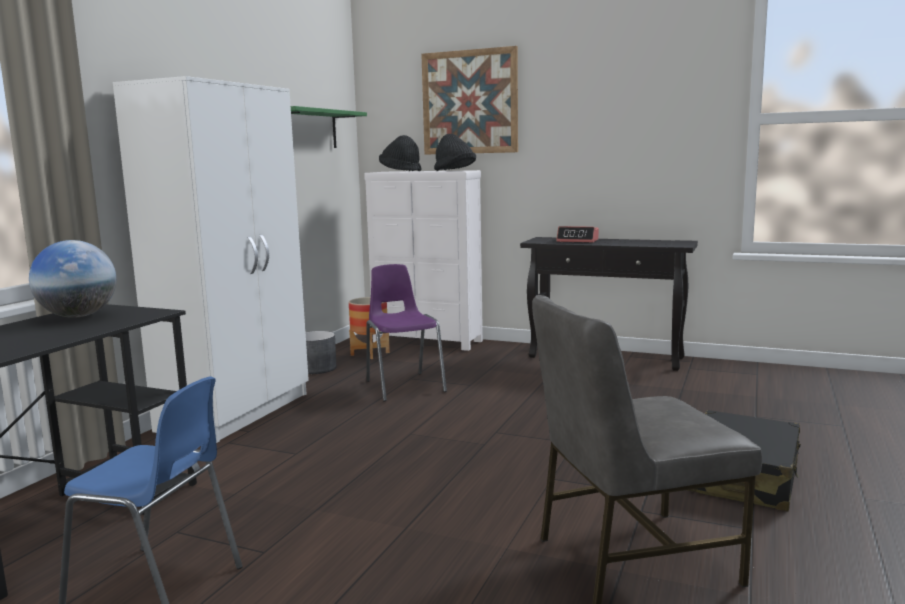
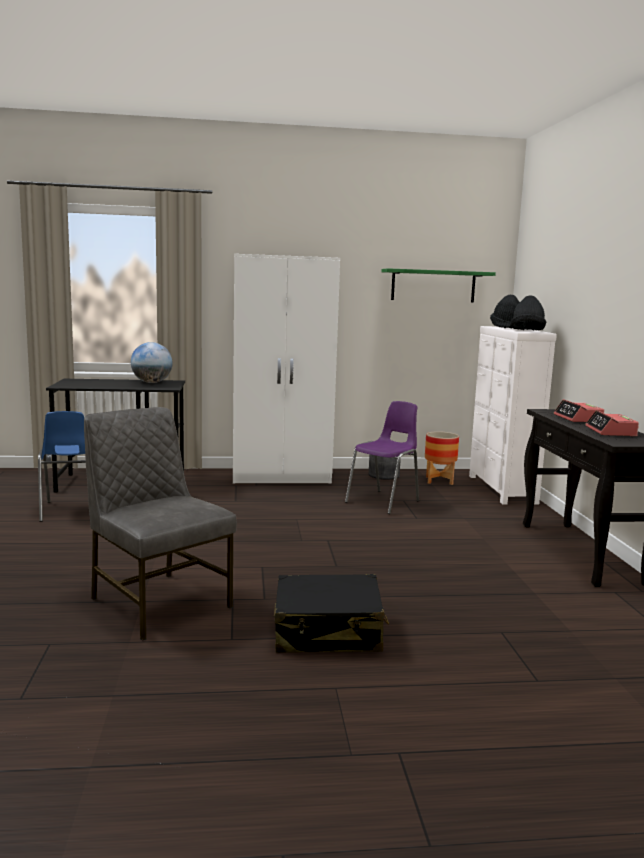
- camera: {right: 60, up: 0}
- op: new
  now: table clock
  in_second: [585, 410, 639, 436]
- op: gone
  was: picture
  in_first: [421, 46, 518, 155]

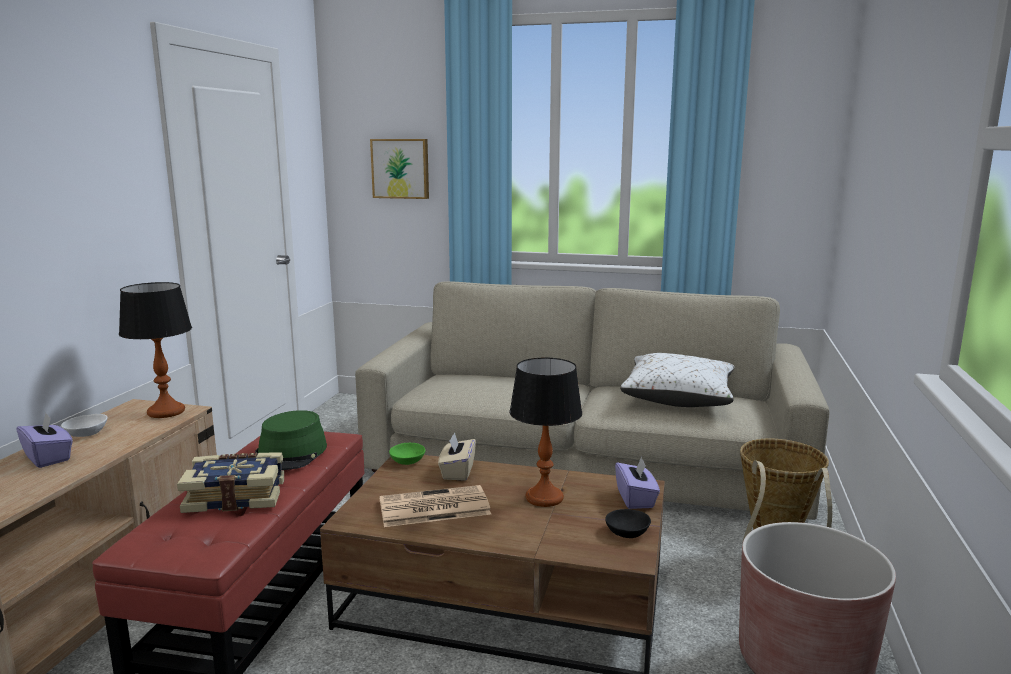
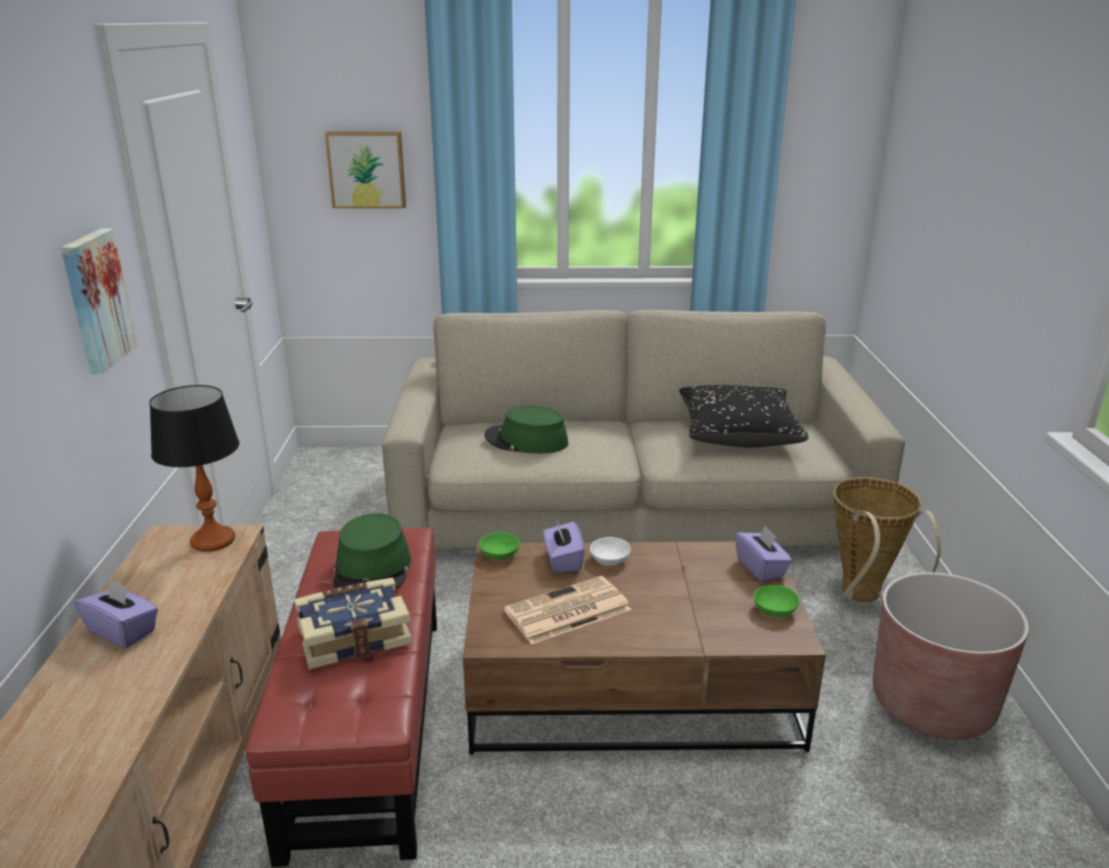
- camera: {right: -15, up: 10}
- op: new
  now: picture
  in_second: [61, 229, 137, 374]
- op: new
  now: green clothing hat
  in_second: [484, 406, 568, 454]
- op: repainted
  was: beige-coloured tissue box
  now: purple tissue box
  in_first: [438, 432, 476, 481]
  in_second: [543, 521, 585, 573]
- op: shifted
  was: white-coloured bowl
  in_first: [61, 414, 108, 437]
  in_second: [590, 537, 631, 566]
- op: repainted
  was: white-coloured cushion
  now: black cushion
  in_first: [620, 353, 735, 407]
  in_second: [679, 385, 809, 448]
- op: repainted
  was: black bowl
  now: green bowl
  in_first: [605, 509, 651, 538]
  in_second: [753, 585, 800, 617]
- op: gone
  was: tabletop lamp
  in_first: [509, 358, 582, 507]

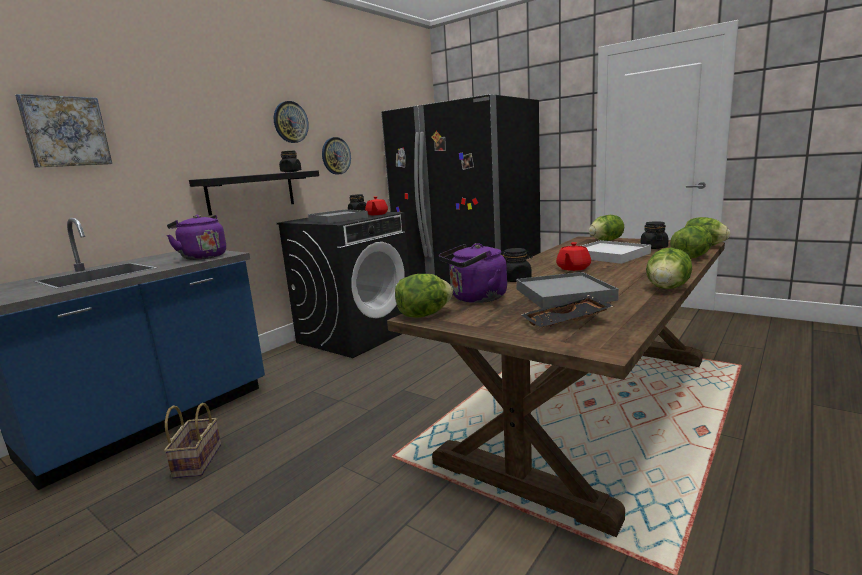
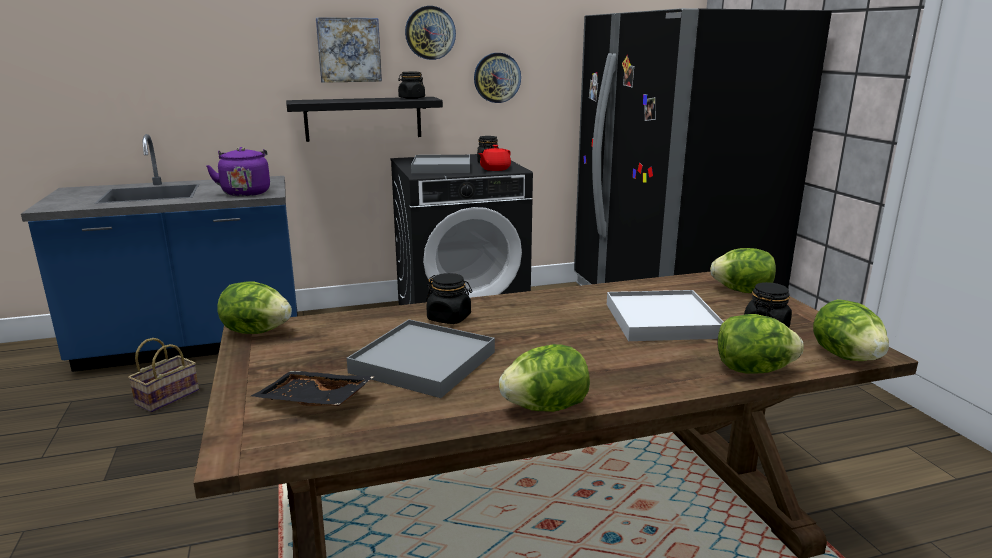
- camera: {right: 35, up: 5}
- op: shifted
  was: picture
  in_first: [15, 94, 112, 168]
  in_second: [316, 17, 382, 83]
- op: gone
  was: purple tea kettle
  in_first: [439, 243, 507, 303]
- op: gone
  was: red-coloured teapot
  in_first: [556, 242, 591, 271]

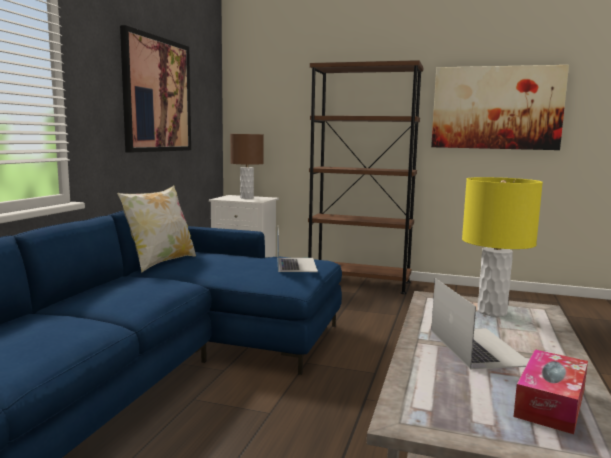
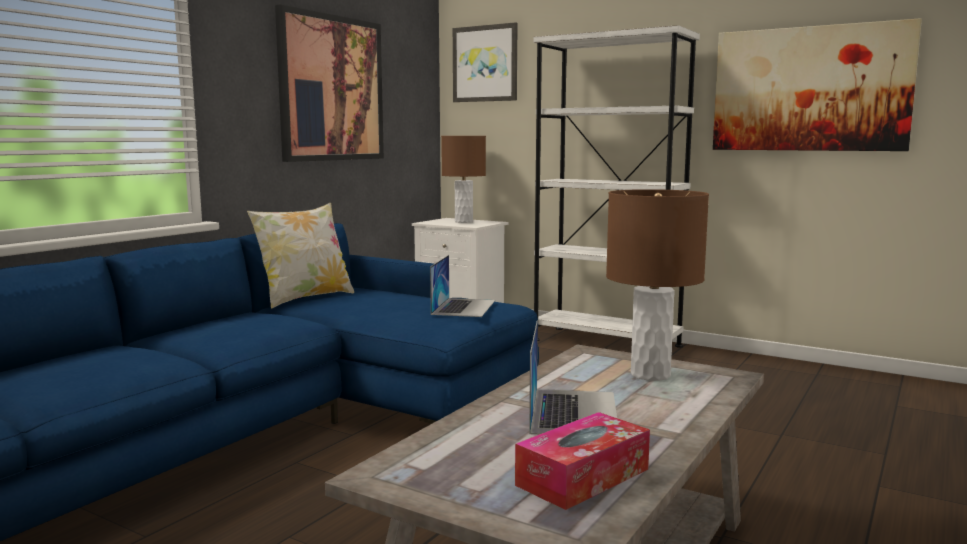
- camera: {right: 15, up: 0}
- op: new
  now: picture
  in_second: [453, 22, 518, 102]
- op: repainted
  was: brown-coloured bookshelf
  now: white-coloured bookshelf
  in_first: [308, 60, 423, 294]
  in_second: [533, 25, 700, 348]
- op: repainted
  was: yellowish tabletop lamp
  now: brown-coloured tabletop lamp
  in_first: [462, 177, 543, 317]
  in_second: [606, 189, 709, 381]

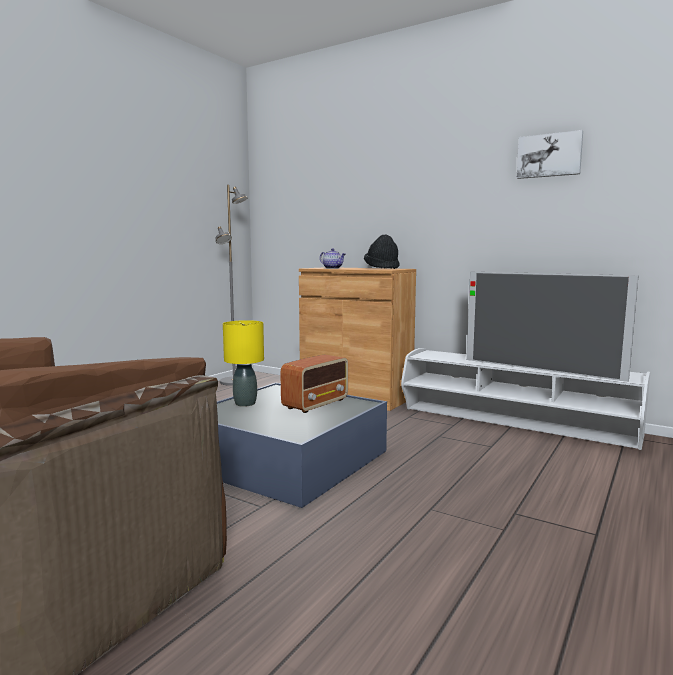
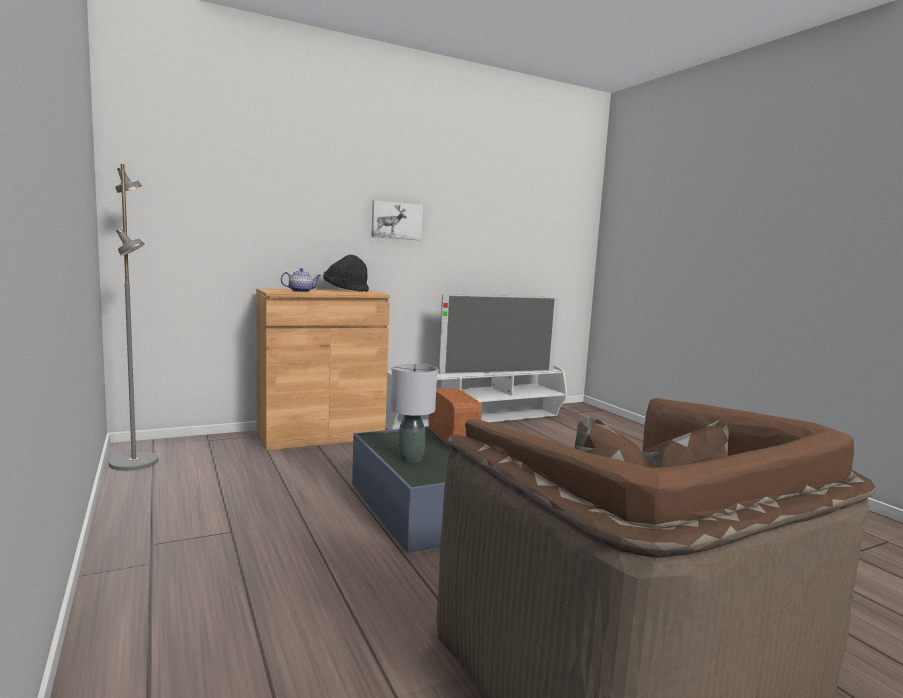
- camera: {right: -60, up: 0}
- op: shifted
  was: picture
  in_first: [517, 130, 583, 179]
  in_second: [371, 200, 423, 240]
- op: repainted
  was: yellowish tabletop lamp
  now: gray tabletop lamp
  in_first: [223, 320, 264, 407]
  in_second: [390, 363, 437, 462]

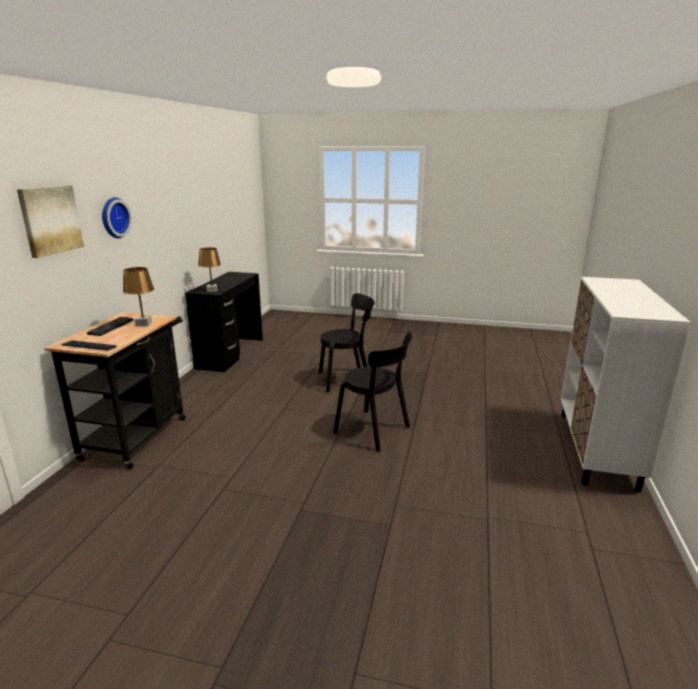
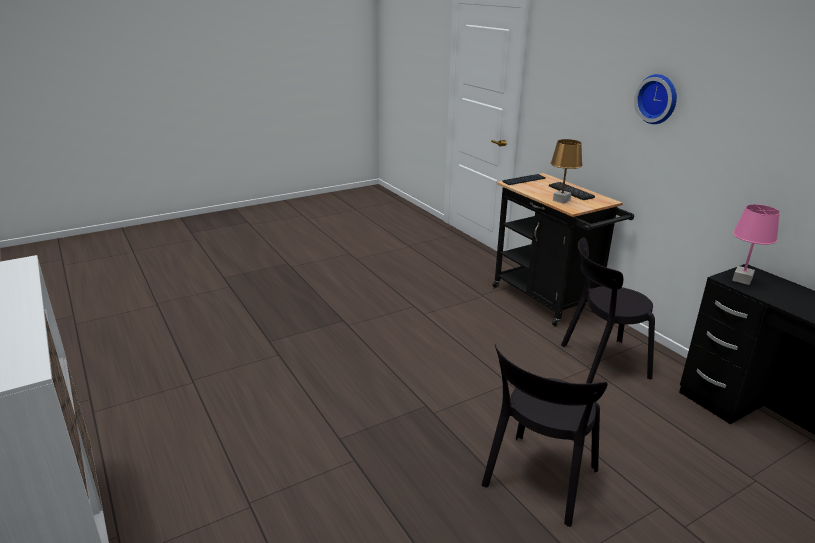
- camera: {right: 135, up: 5}
- op: shifted
  was: black chair
  in_first: [333, 332, 412, 452]
  in_second: [561, 237, 655, 384]
- op: repainted
  was: brown-coloured tabletop lamp
  now: pinkish tabletop lamp
  in_first: [198, 247, 221, 292]
  in_second: [732, 204, 780, 285]
- op: gone
  was: picture
  in_first: [17, 185, 84, 258]

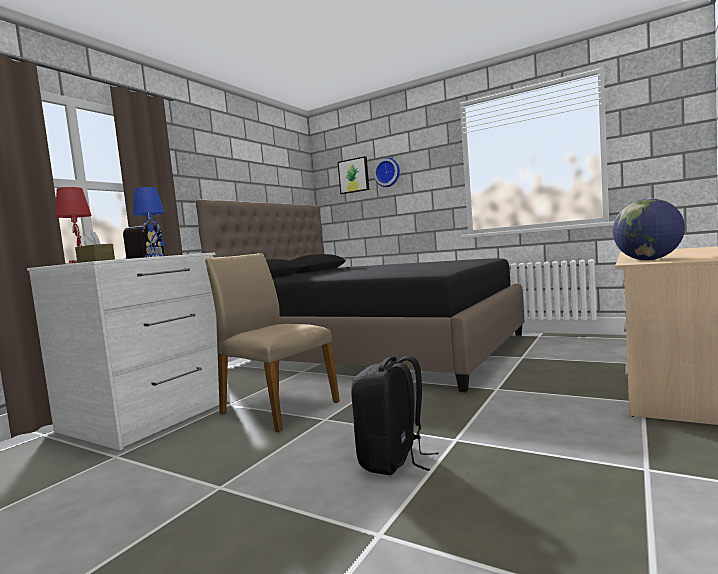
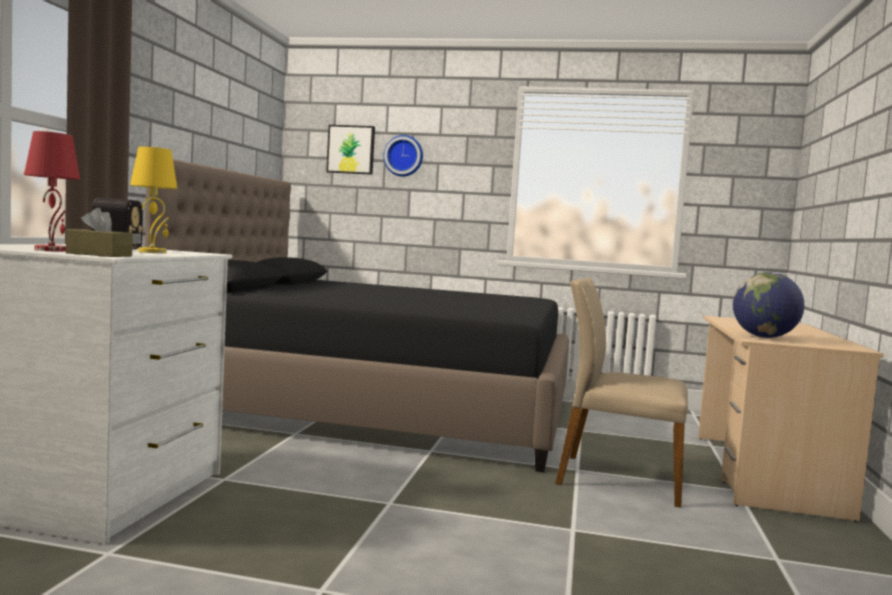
- camera: {right: -20, up: 0}
- op: repainted
  was: blue-coloured tabletop lamp
  now: yellowish tabletop lamp
  in_first: [133, 187, 164, 258]
  in_second: [130, 147, 177, 253]
- op: shifted
  was: beige-coloured chair
  in_first: [205, 253, 340, 432]
  in_second: [556, 278, 688, 508]
- op: gone
  was: black rucksack
  in_first: [351, 356, 439, 475]

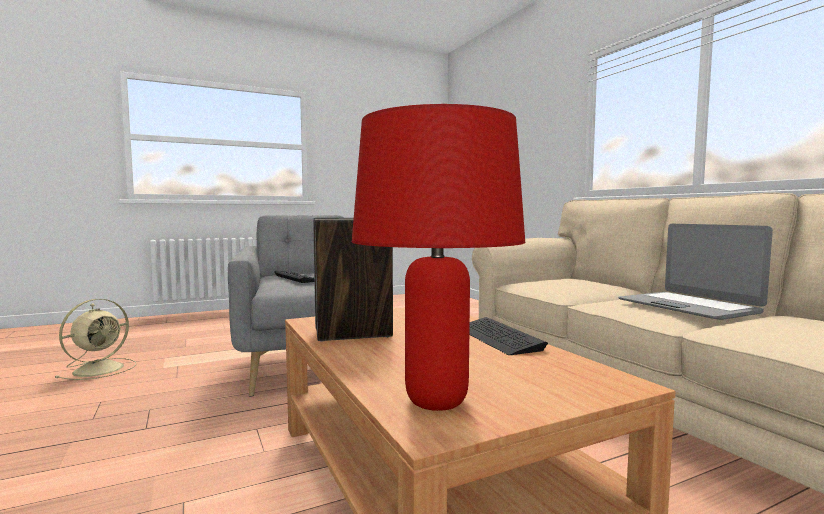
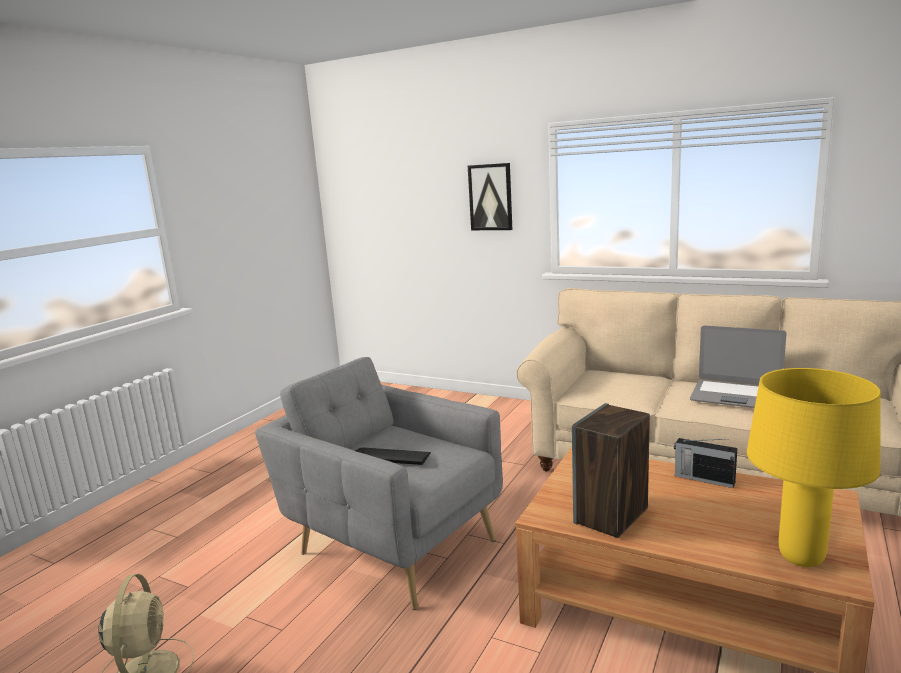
- camera: {right: -35, up: 10}
- op: new
  now: picture
  in_second: [468, 163, 513, 230]
- op: swapped
  was: computer keyboard
  now: radio receiver
  in_first: [469, 317, 548, 355]
  in_second: [674, 438, 737, 488]
- op: repainted
  was: red-coloured tabletop lamp
  now: yellowish tabletop lamp
  in_first: [352, 104, 525, 411]
  in_second: [747, 368, 881, 567]

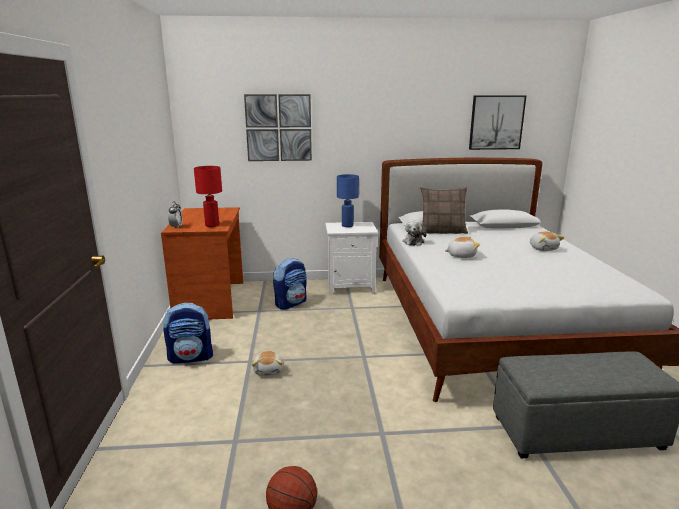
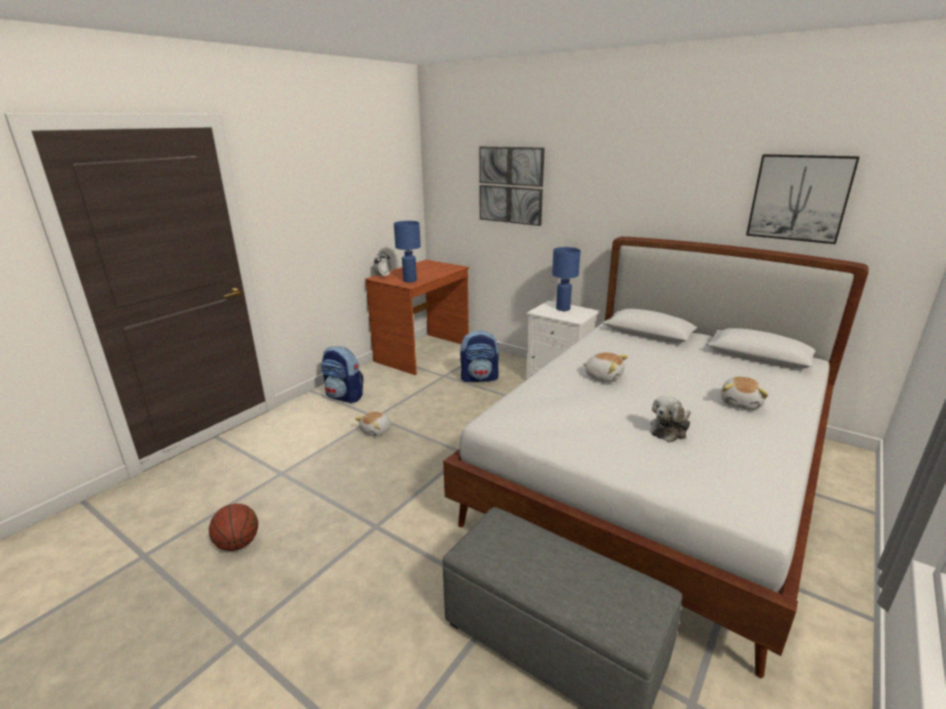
- camera: {right: 40, up: 5}
- op: repainted
  was: red-coloured tabletop lamp
  now: blue-coloured tabletop lamp
  in_first: [194, 166, 222, 227]
  in_second: [394, 221, 421, 282]
- op: shifted
  was: cuddly toy
  in_first: [402, 221, 427, 246]
  in_second: [650, 396, 691, 442]
- op: gone
  was: cushion
  in_first: [420, 187, 468, 234]

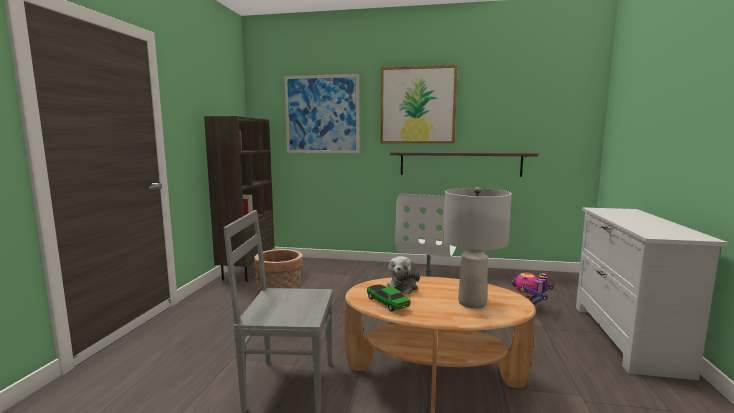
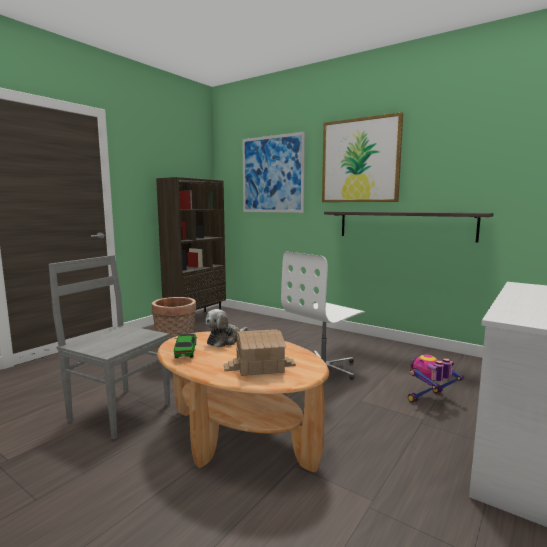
- camera: {right: 25, up: 0}
- op: swapped
  was: gray tabletop lamp
  now: toy house
  in_first: [443, 187, 512, 309]
  in_second: [224, 329, 296, 376]

